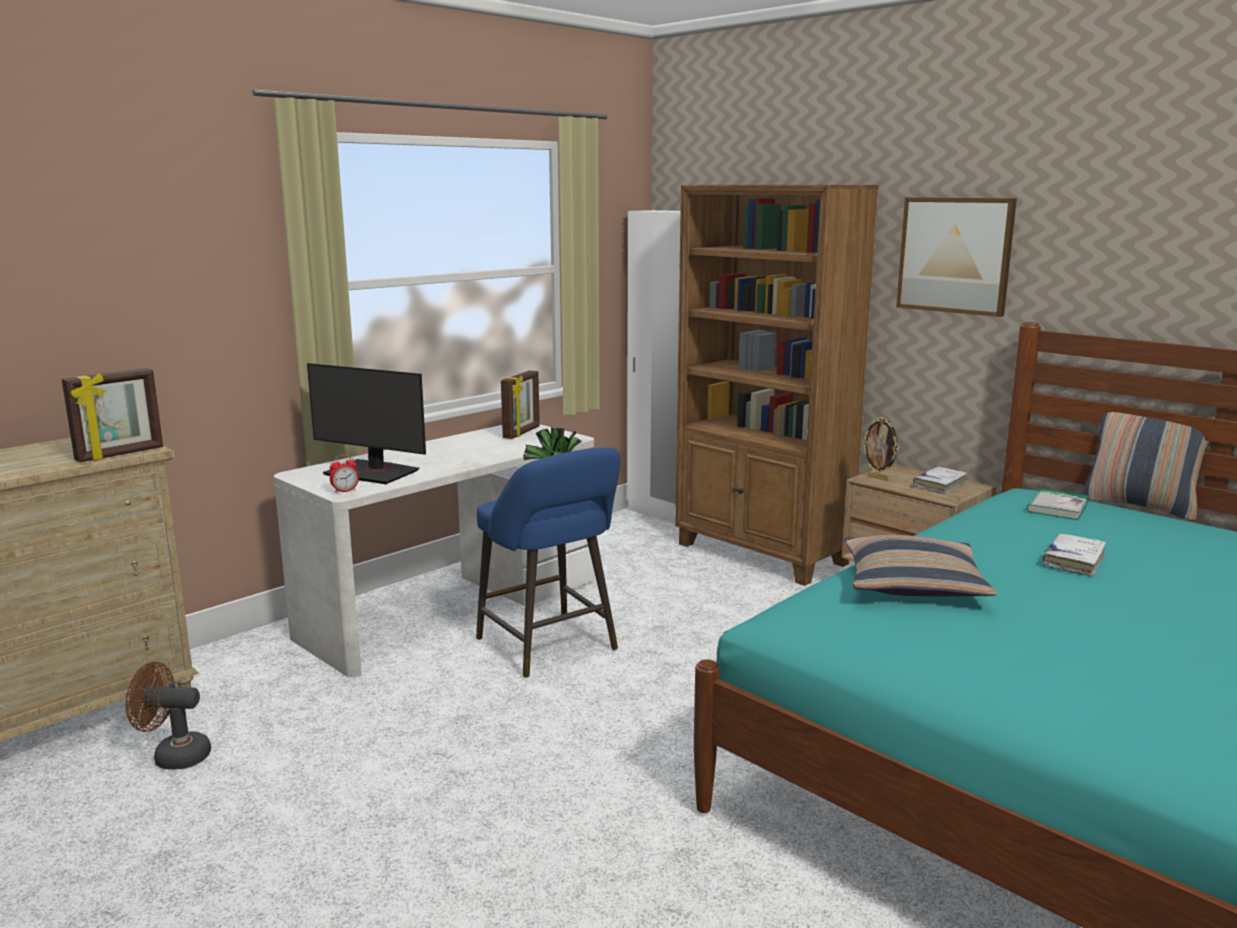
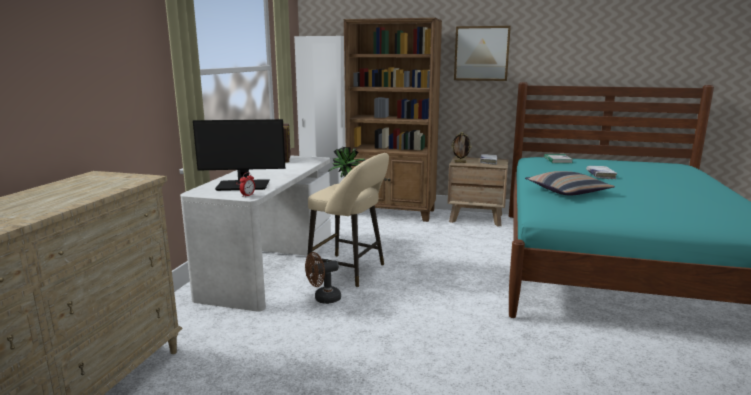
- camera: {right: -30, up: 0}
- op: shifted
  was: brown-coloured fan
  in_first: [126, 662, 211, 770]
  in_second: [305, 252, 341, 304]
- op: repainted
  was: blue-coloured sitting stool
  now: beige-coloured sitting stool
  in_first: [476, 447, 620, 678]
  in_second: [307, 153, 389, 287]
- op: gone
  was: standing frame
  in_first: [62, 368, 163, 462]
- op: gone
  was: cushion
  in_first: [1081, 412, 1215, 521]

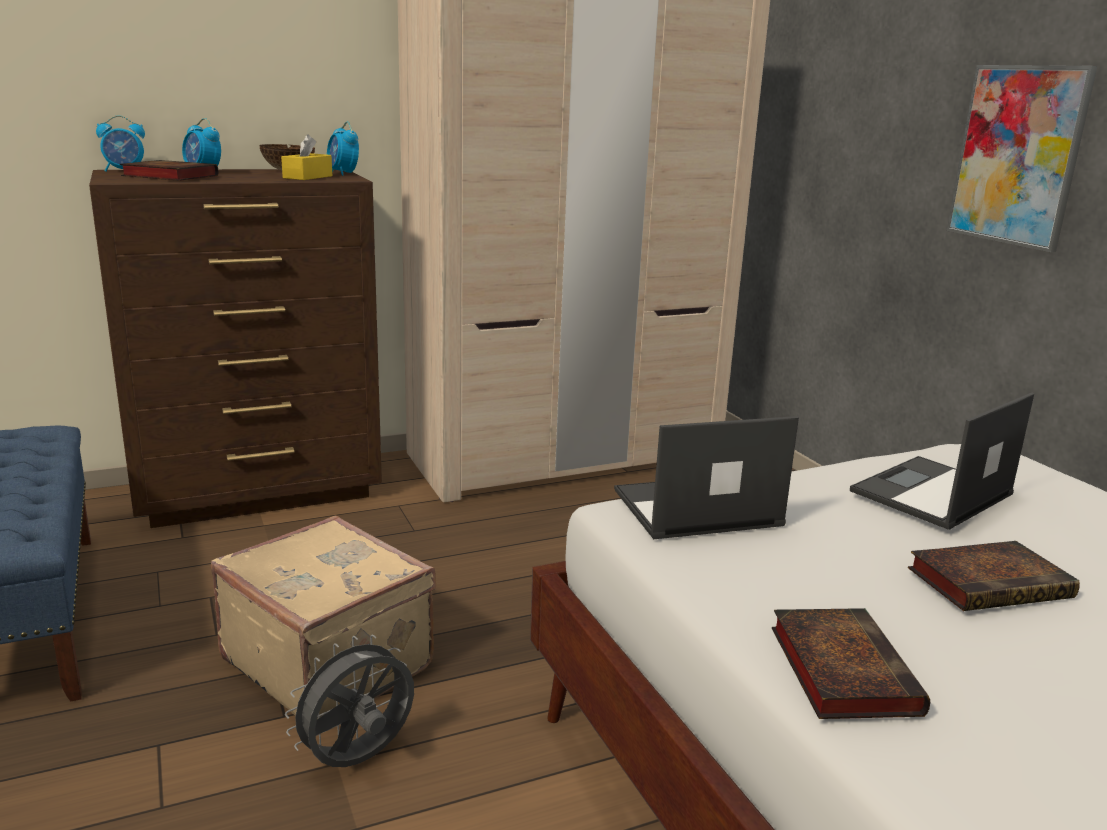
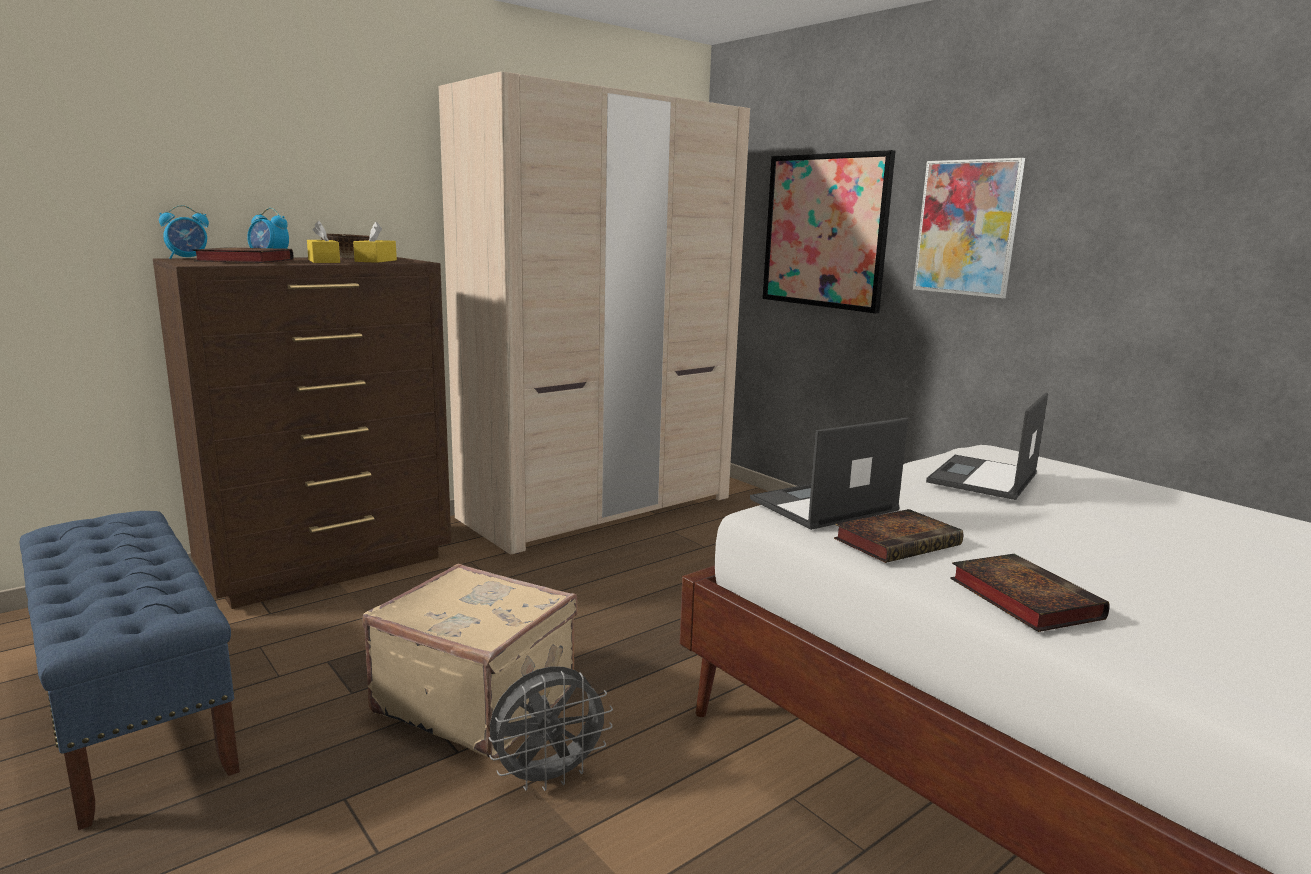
- camera: {right: -15, up: -5}
- op: new
  now: yellowish tissue box
  in_second: [307, 221, 340, 263]
- op: rotated
  was: gray fan
  in_first: [285, 634, 414, 767]
  in_second: [489, 666, 613, 791]
  clockwise: -150
- op: new
  now: picture
  in_second: [762, 150, 895, 313]
- op: shifted
  was: volume
  in_first: [908, 541, 1080, 611]
  in_second: [834, 509, 964, 563]
- op: gone
  was: table clock
  in_first: [327, 121, 359, 176]

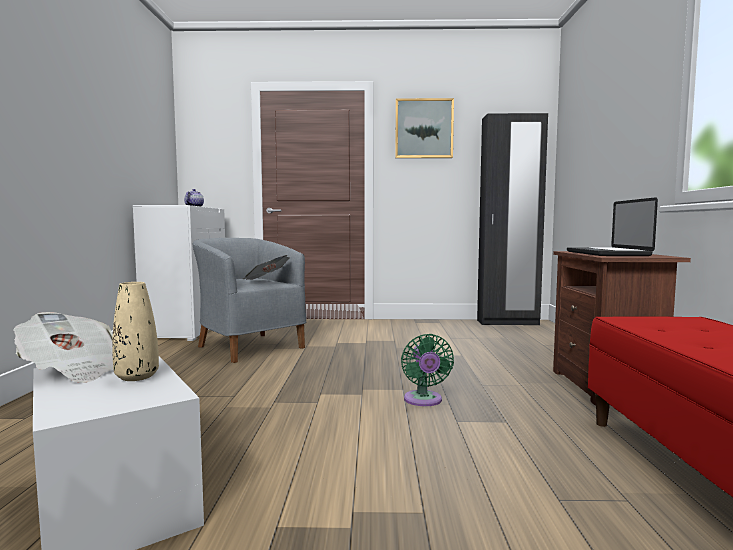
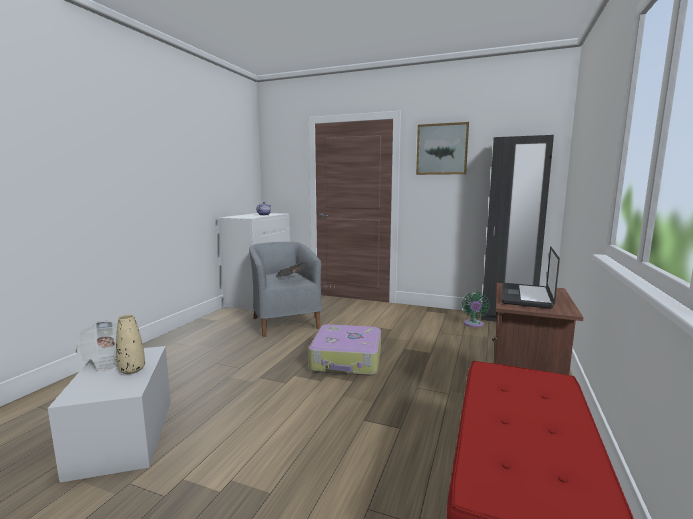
- camera: {right: 20, up: 5}
- op: new
  now: piece of luggage
  in_second: [309, 324, 381, 376]
- op: shifted
  was: green fan
  in_first: [401, 334, 454, 406]
  in_second: [462, 292, 490, 327]

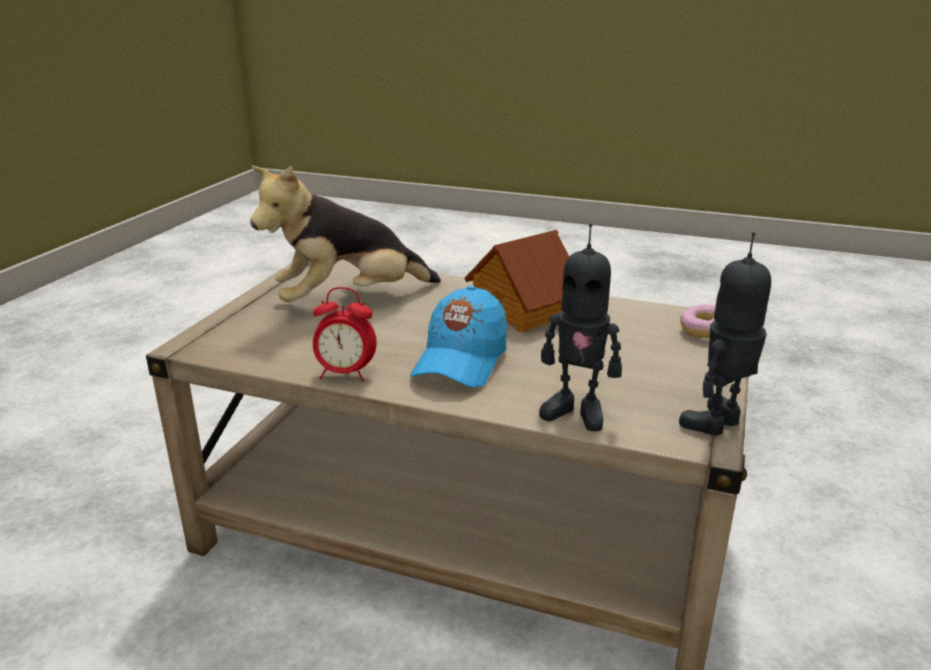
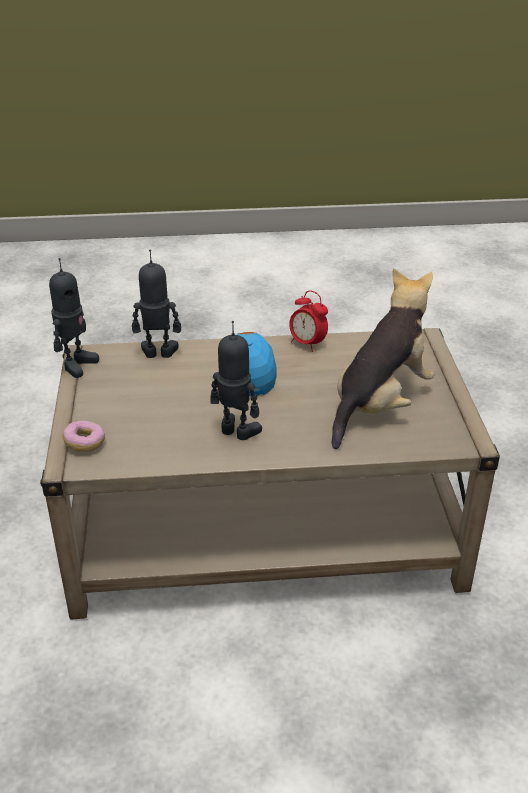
- camera: {right: 155, up: 10}
- op: swapped
  was: toy house
  now: toy robot
  in_first: [464, 230, 569, 333]
  in_second: [210, 321, 262, 440]
- op: rotated
  was: table clock
  in_first: [313, 287, 377, 381]
  in_second: [289, 290, 328, 352]
  clockwise: -120

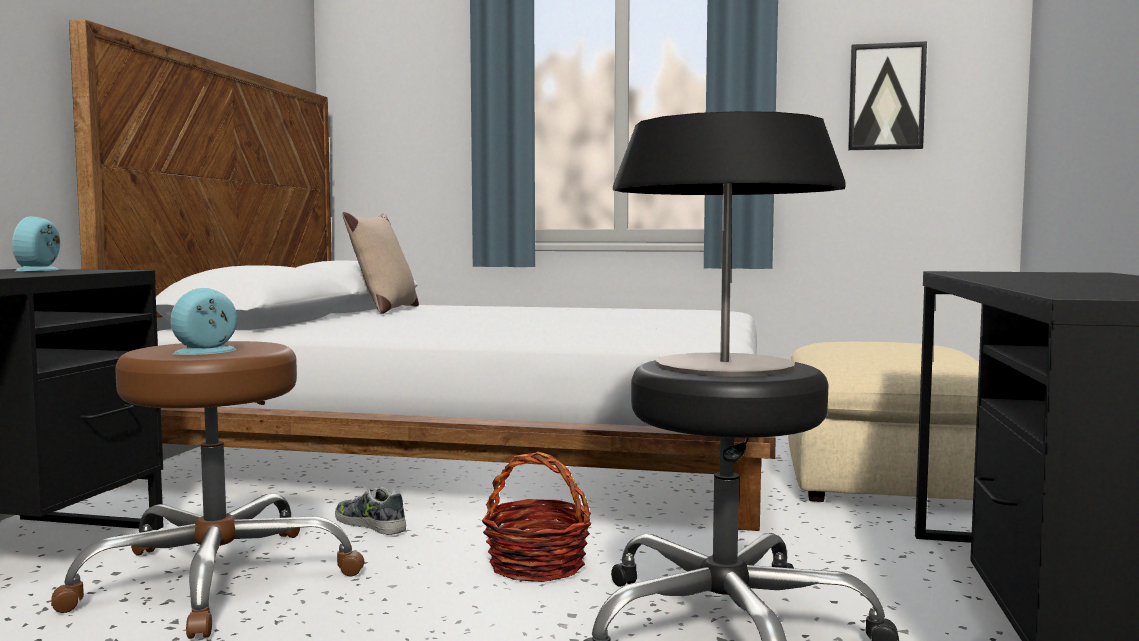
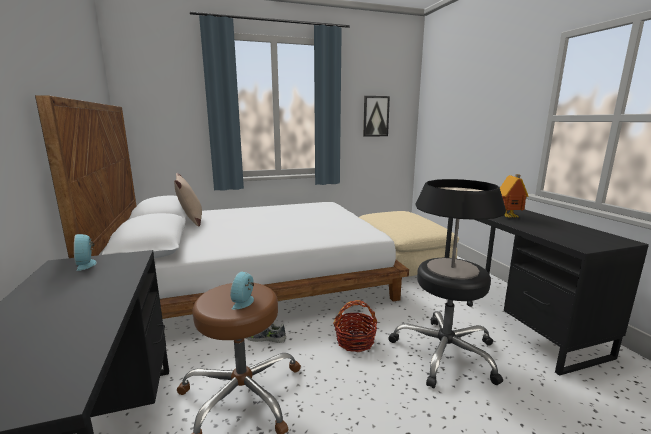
- camera: {right: -30, up: 10}
- op: new
  now: toy house
  in_second: [500, 174, 528, 218]

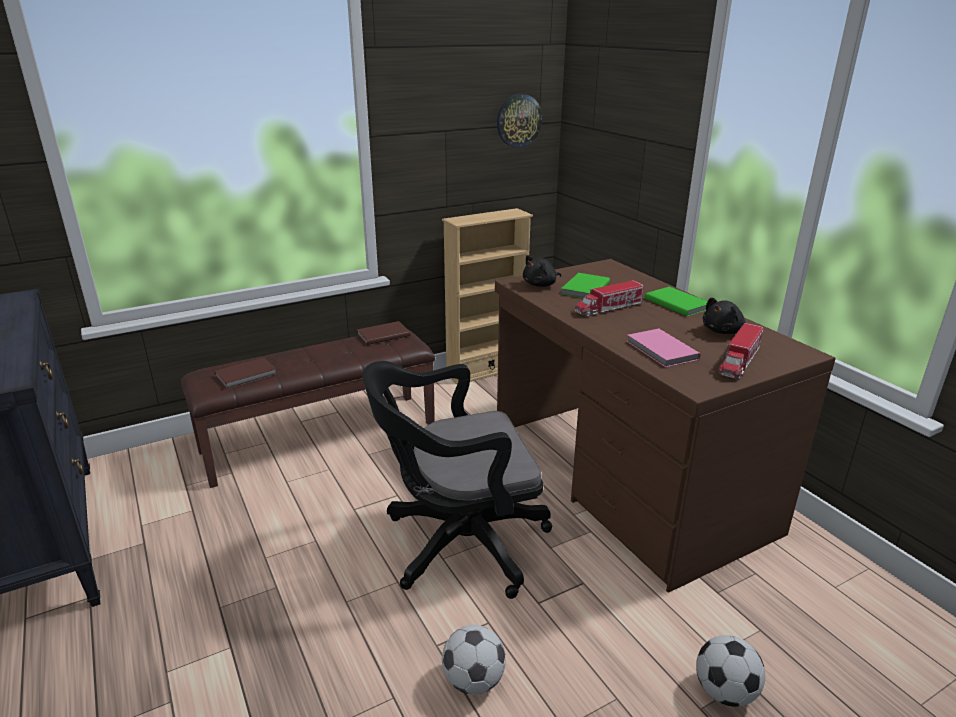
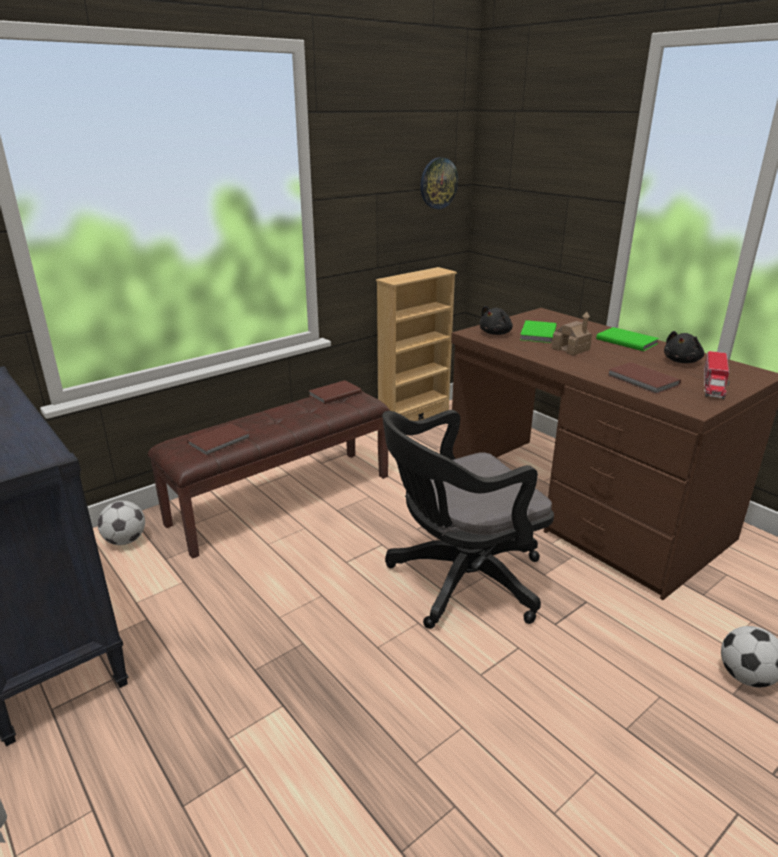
- camera: {right: -10, up: 0}
- op: shifted
  was: ball for football
  in_first: [442, 625, 506, 695]
  in_second: [97, 501, 145, 545]
- op: swapped
  was: toy truck
  now: toy house
  in_first: [575, 280, 644, 317]
  in_second: [552, 312, 592, 356]
- op: repainted
  was: pinkish volume
  now: brown-coloured volume
  in_first: [627, 329, 701, 367]
  in_second: [607, 362, 681, 394]

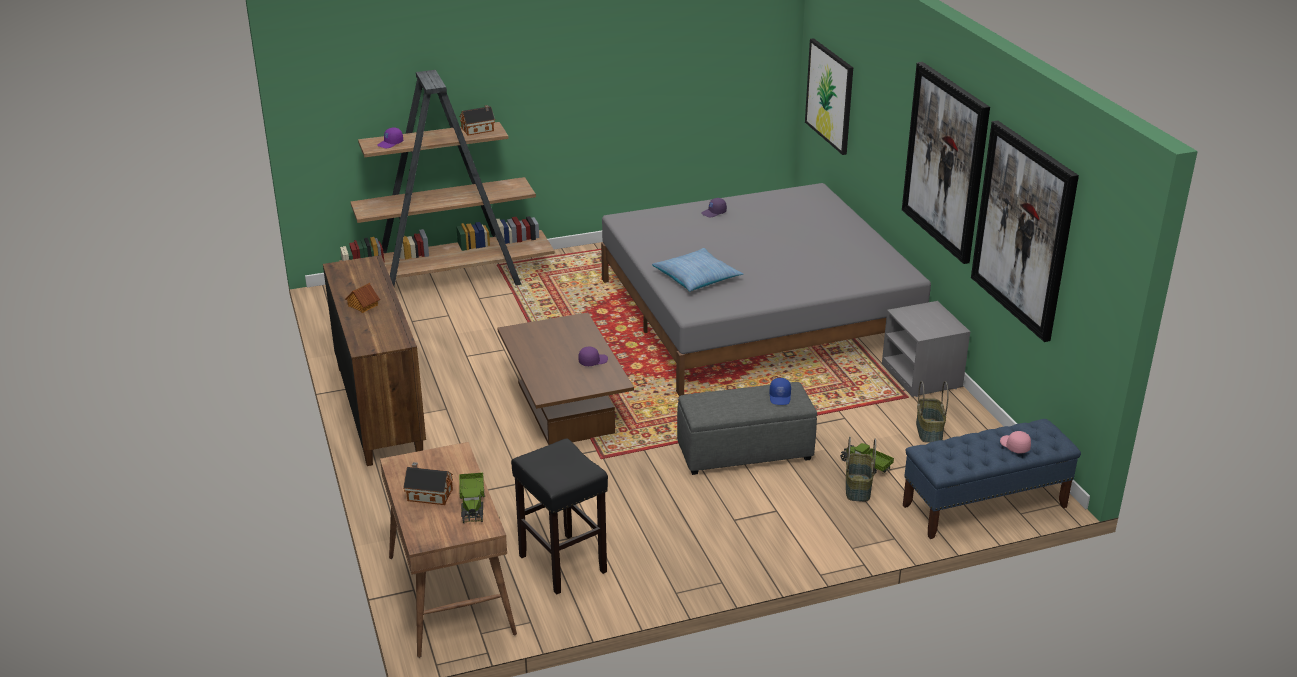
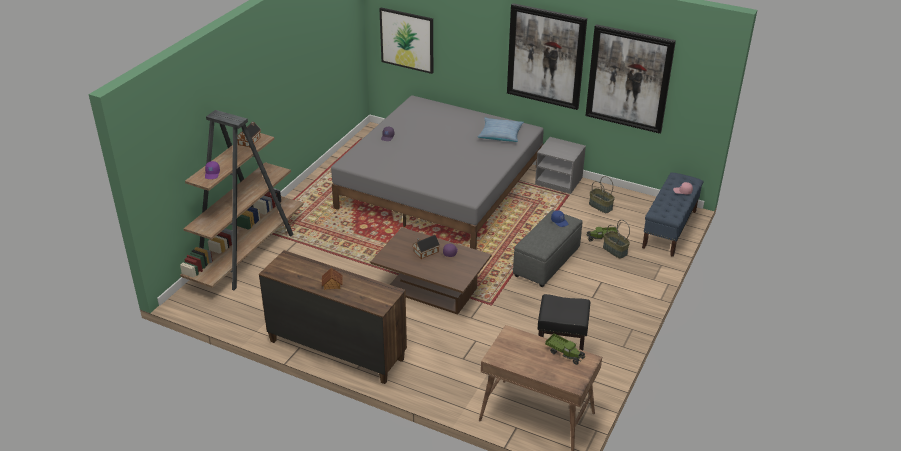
- camera: {right: -45, up: 5}
- op: shifted
  was: toy house
  in_first: [403, 462, 453, 505]
  in_second: [412, 235, 440, 259]
- op: shifted
  was: cushion
  in_first: [652, 248, 743, 292]
  in_second: [478, 118, 524, 142]

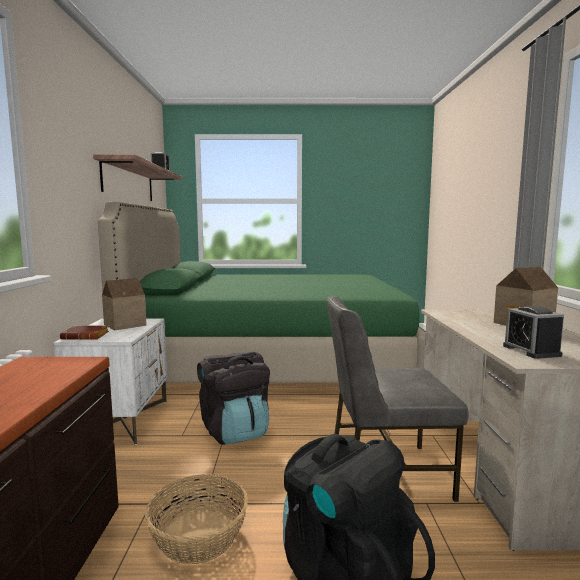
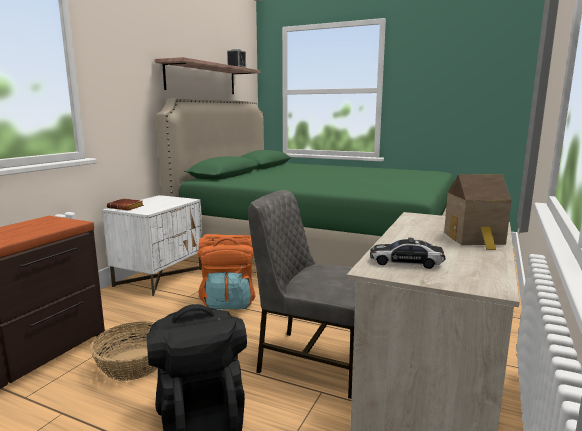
- camera: {right: 25, up: 5}
- op: repainted
  was: black rucksack
  now: orange rucksack
  in_first: [197, 352, 270, 445]
  in_second: [197, 234, 255, 309]
- op: swapped
  was: table clock
  now: toy car
  in_first: [503, 306, 564, 359]
  in_second: [370, 237, 446, 269]
- op: gone
  was: toy house
  in_first: [102, 278, 147, 330]

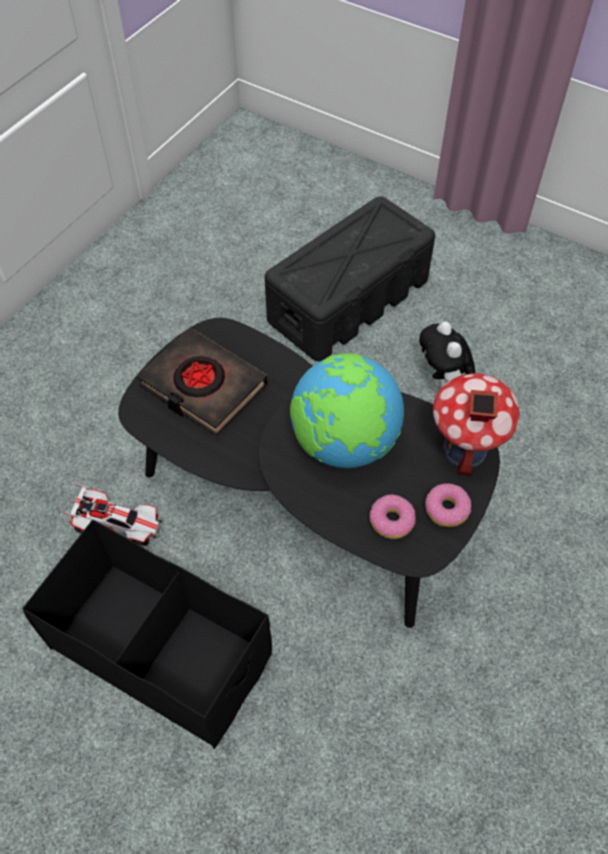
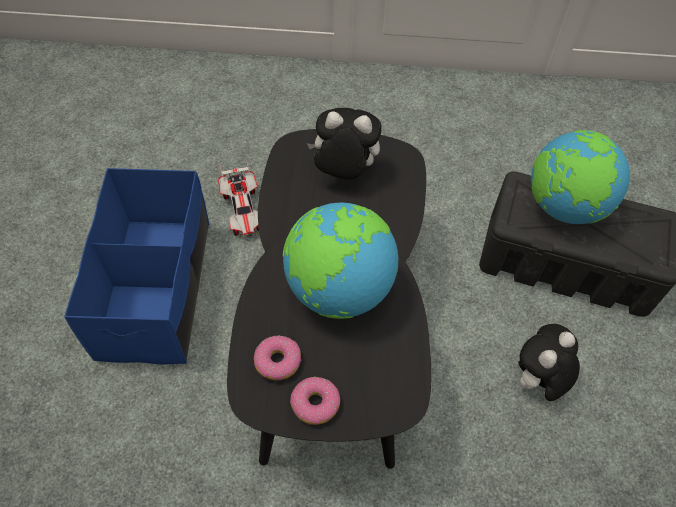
- camera: {right: 60, up: 0}
- op: repainted
  was: black storage box
  now: blue-coloured storage box
  in_first: [22, 519, 272, 749]
  in_second: [64, 168, 209, 365]
- op: swapped
  was: black volume
  now: cuddly toy
  in_first: [137, 328, 267, 436]
  in_second: [307, 108, 382, 179]
- op: new
  now: desk globe
  in_second: [531, 130, 630, 224]
- op: gone
  was: toy house
  in_first: [433, 373, 520, 476]

